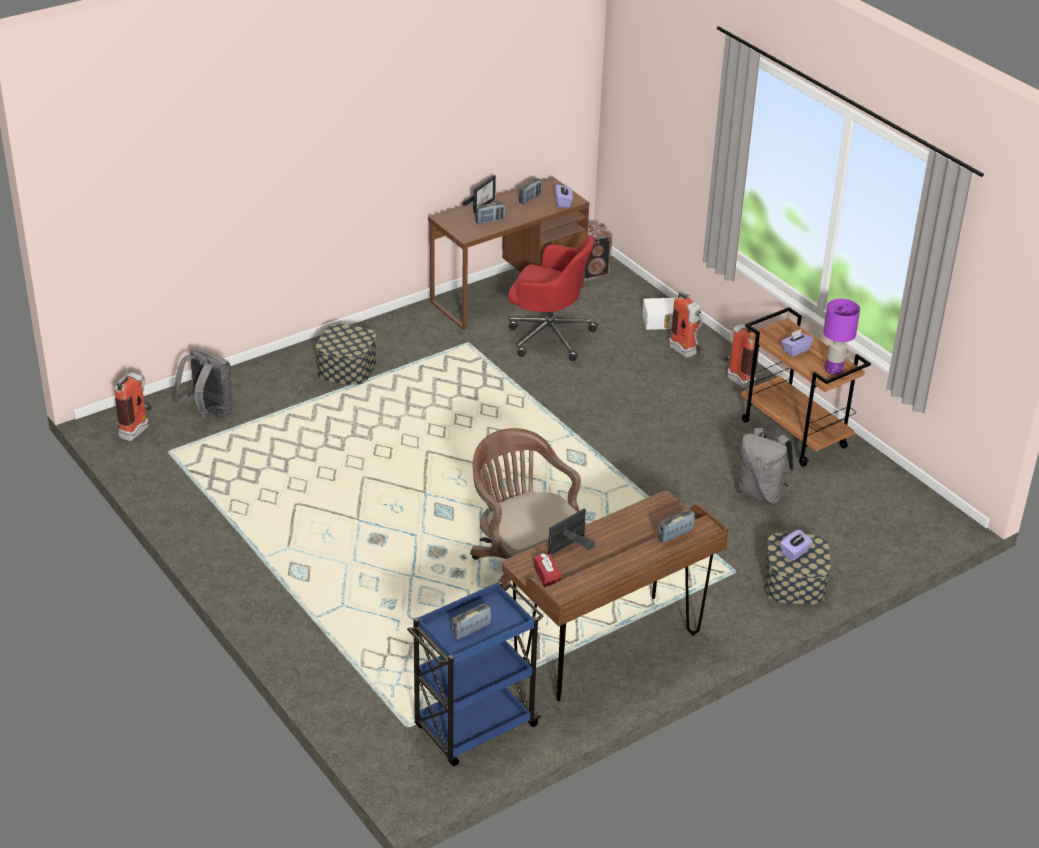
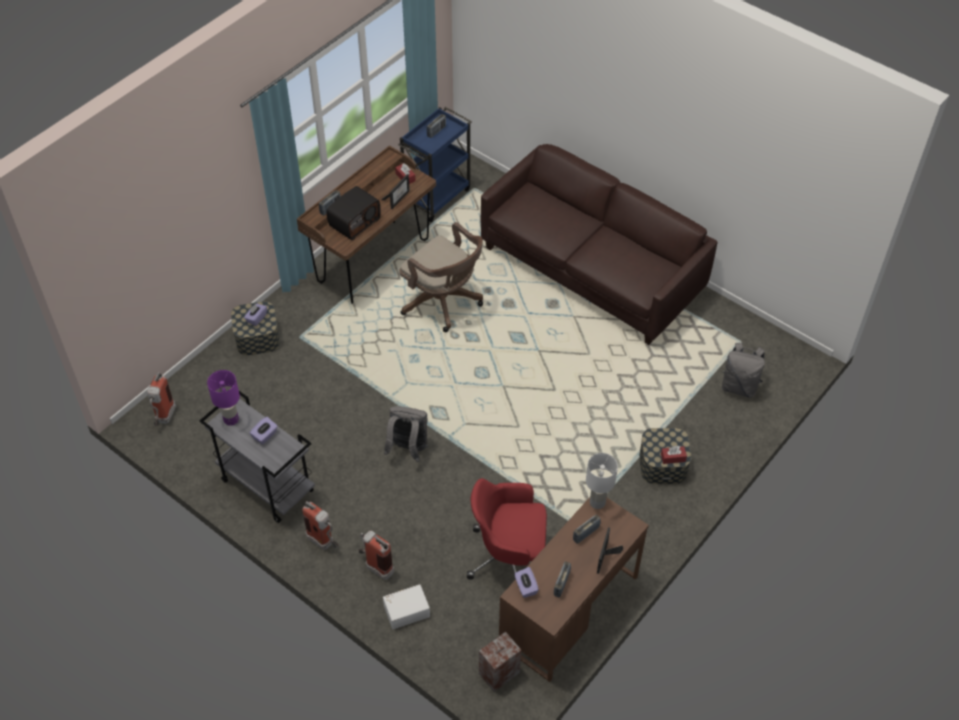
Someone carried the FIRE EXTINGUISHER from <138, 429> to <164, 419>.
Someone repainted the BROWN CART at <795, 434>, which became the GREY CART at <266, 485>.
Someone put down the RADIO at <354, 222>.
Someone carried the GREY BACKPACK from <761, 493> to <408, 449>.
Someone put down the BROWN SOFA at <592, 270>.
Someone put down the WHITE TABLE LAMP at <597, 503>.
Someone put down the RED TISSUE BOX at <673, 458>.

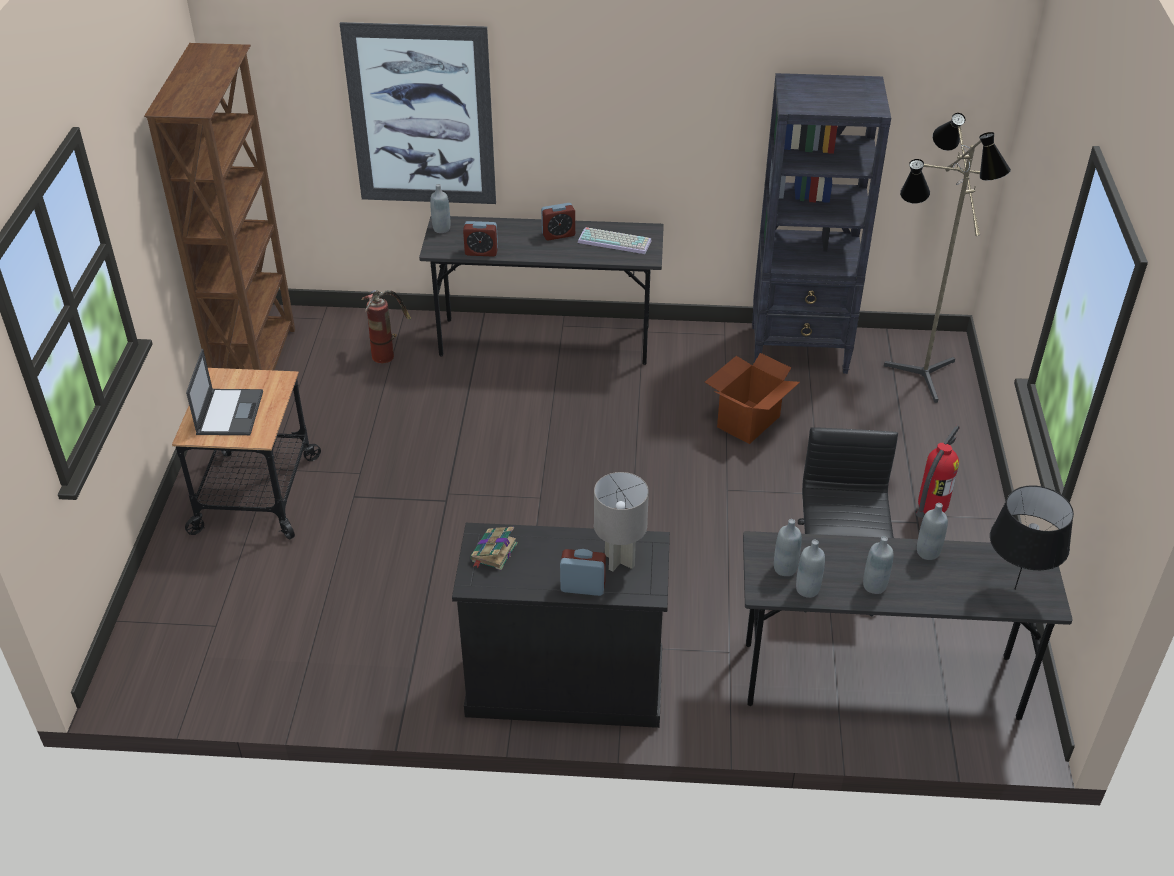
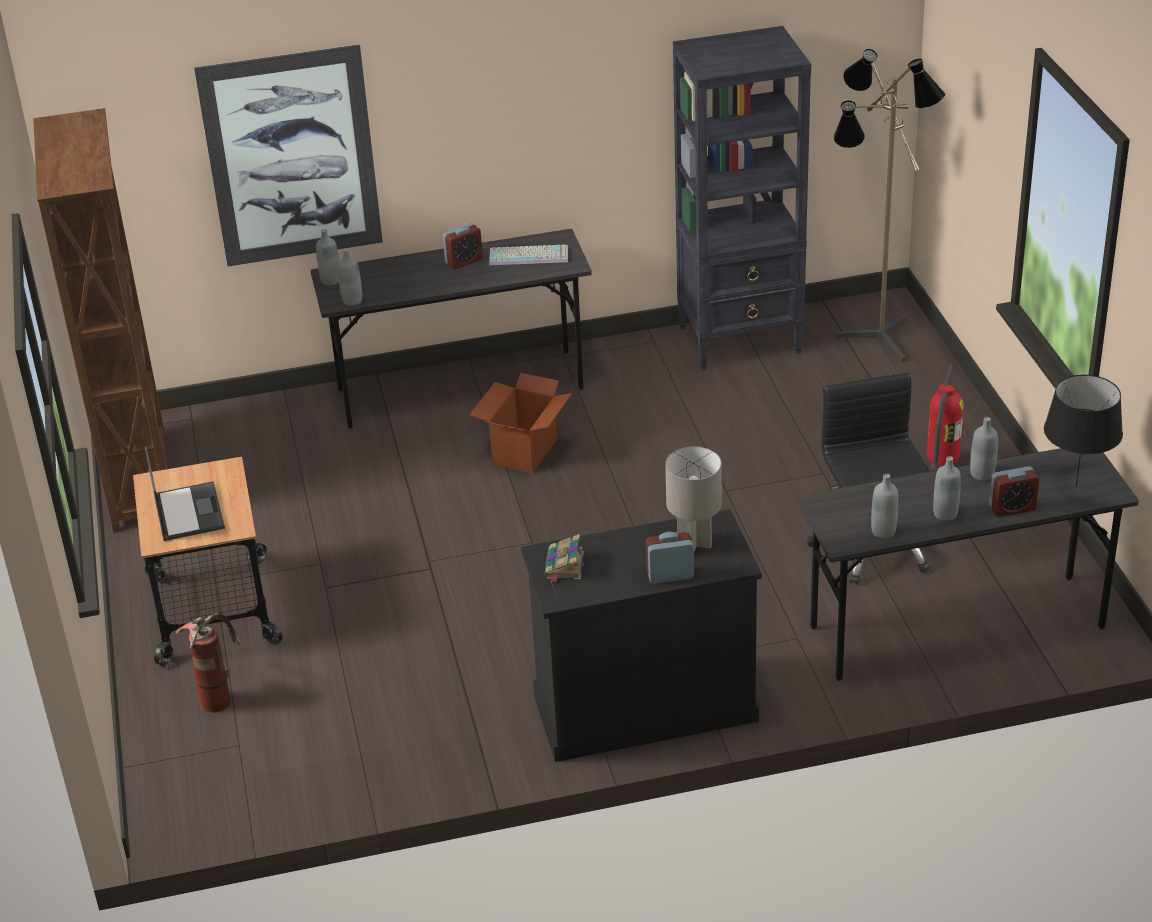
Someone carried the FIRE EXTINGUISHER from <387, 351> to <218, 693>.
Someone carried the GREY BOTTLE from <785, 568> to <352, 300>.
Someone carried the CARDBOARD BOX from <747, 421> to <524, 451>.
Someone carried the ALARM CLOCK from <481, 252> to <1012, 508>.

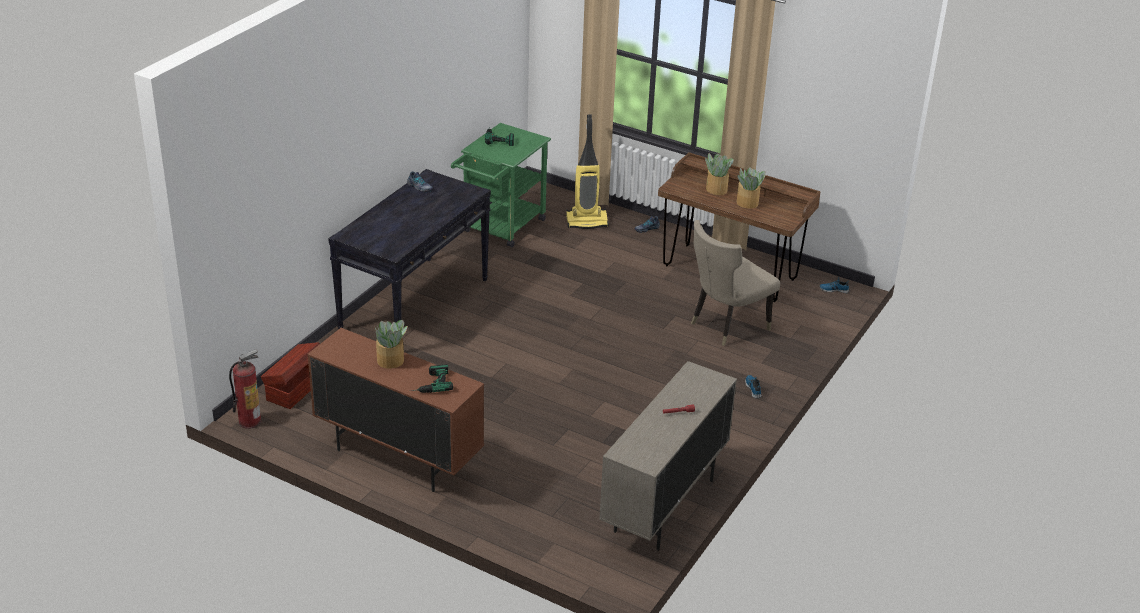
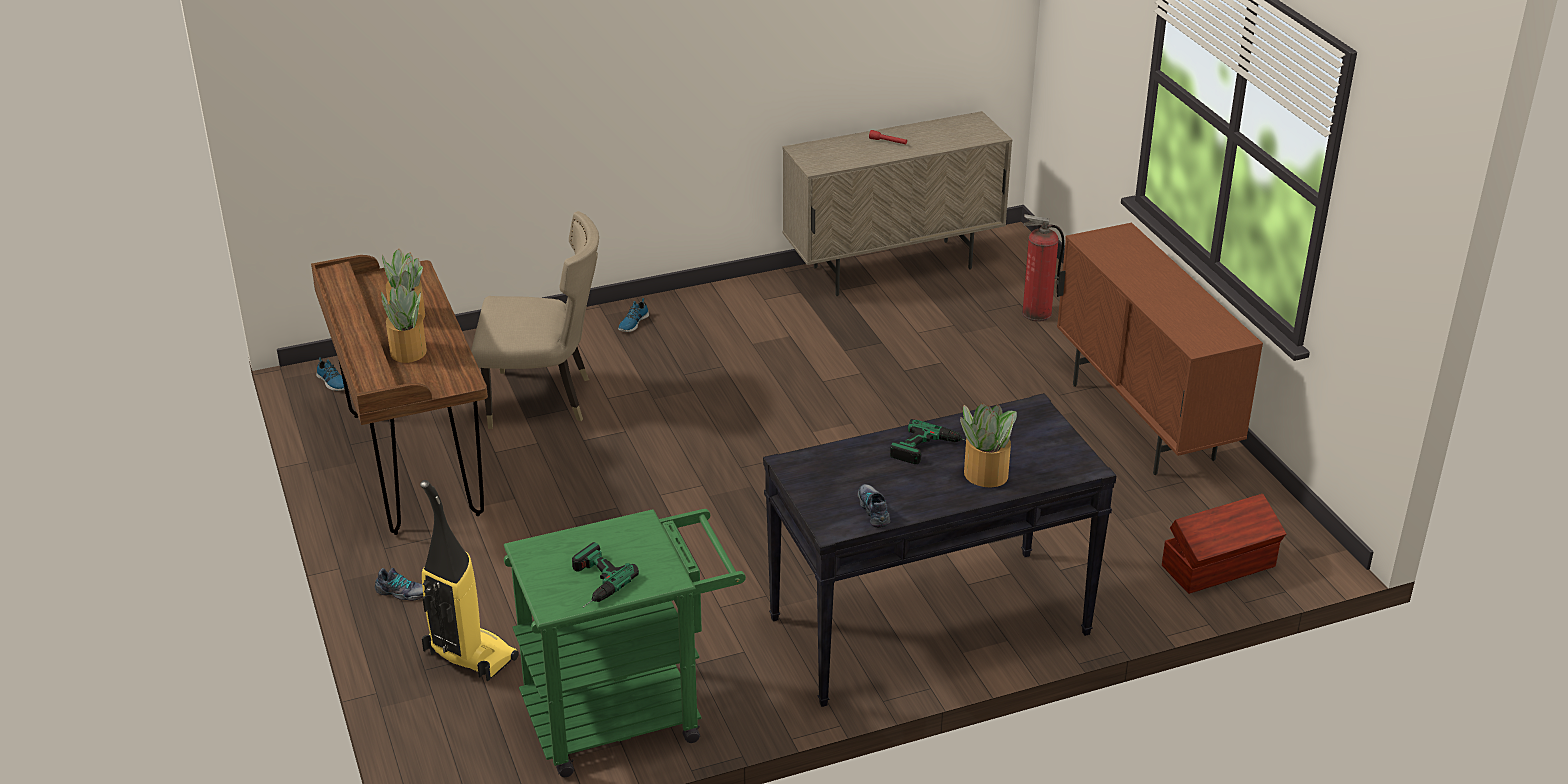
Someone carried the POWER DRILL from <429, 383> to <932, 450>.
Someone carried the POTTED PLANT from <391, 361> to <985, 474>.
Someone carried the FIRE EXTINGUISHER from <250, 421> to <1036, 313>.

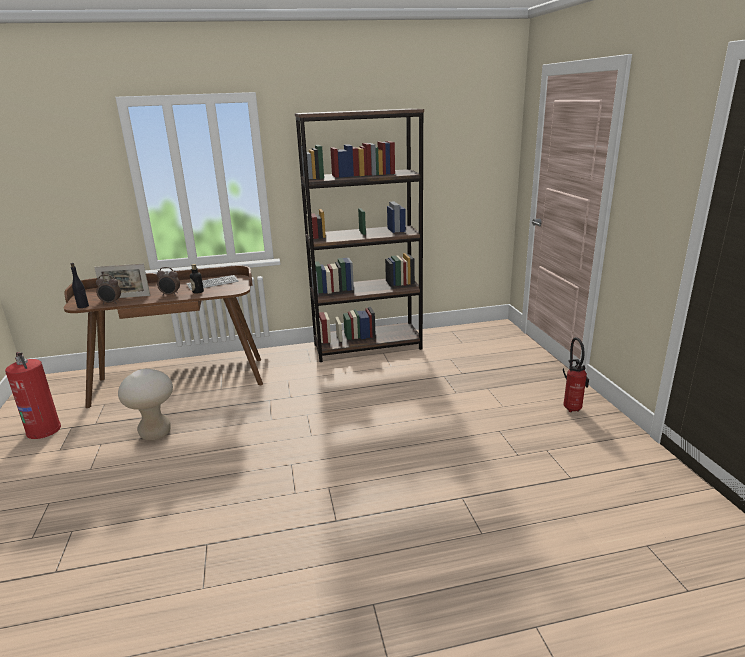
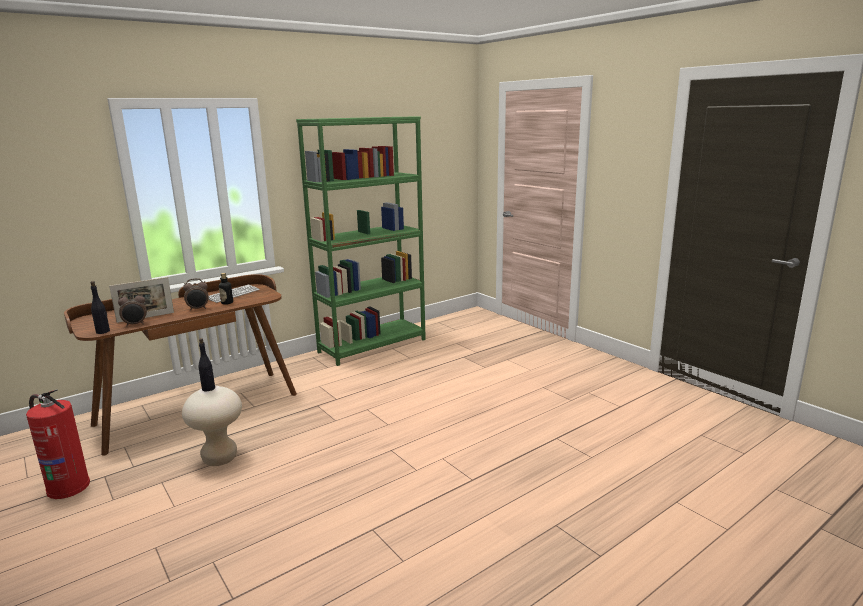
Someone put down the BLACK BOTTLE at <208, 388>.
Someone repainted the BROWN BOOKCASE at <367, 346>, which became the GREEN BOOKCASE at <372, 345>.
Someone took away the FIRE EXTINGUISHER at <572, 407>.

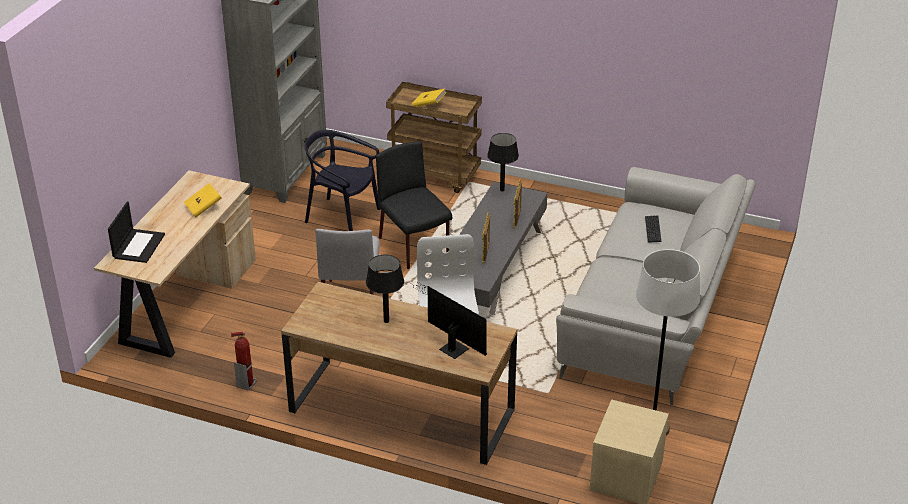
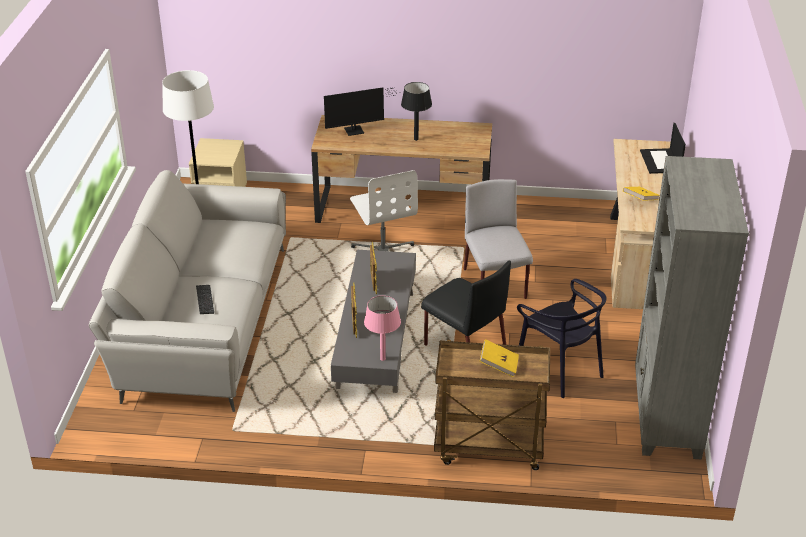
Someone rotated the MONITOR at <452, 347> by 45 degrees counterclockwise.
Someone repainted the BLACK TABLE LAMP at <502, 190>, which became the PINK TABLE LAMP at <383, 358>.
Someone rotated the BLACK CHAIR at <342, 217> by 45 degrees clockwise.
Someone took away the FIRE EXTINGUISHER at <246, 384>.

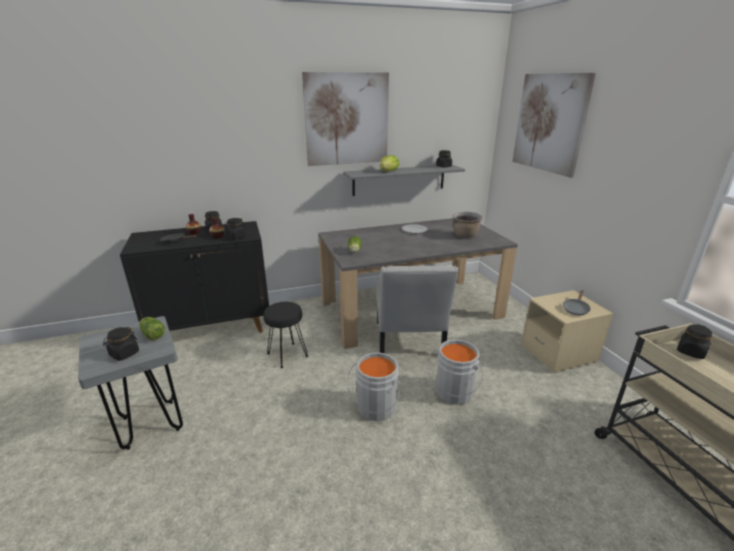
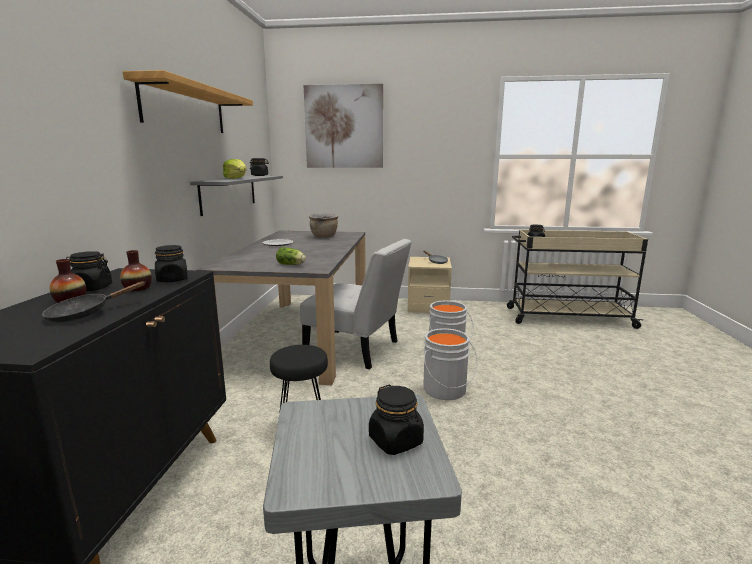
Someone swapped the PICTURE at <347, 119> for the SHELF at <185, 108>.
Someone took away the LETTUCE at <152, 334>.

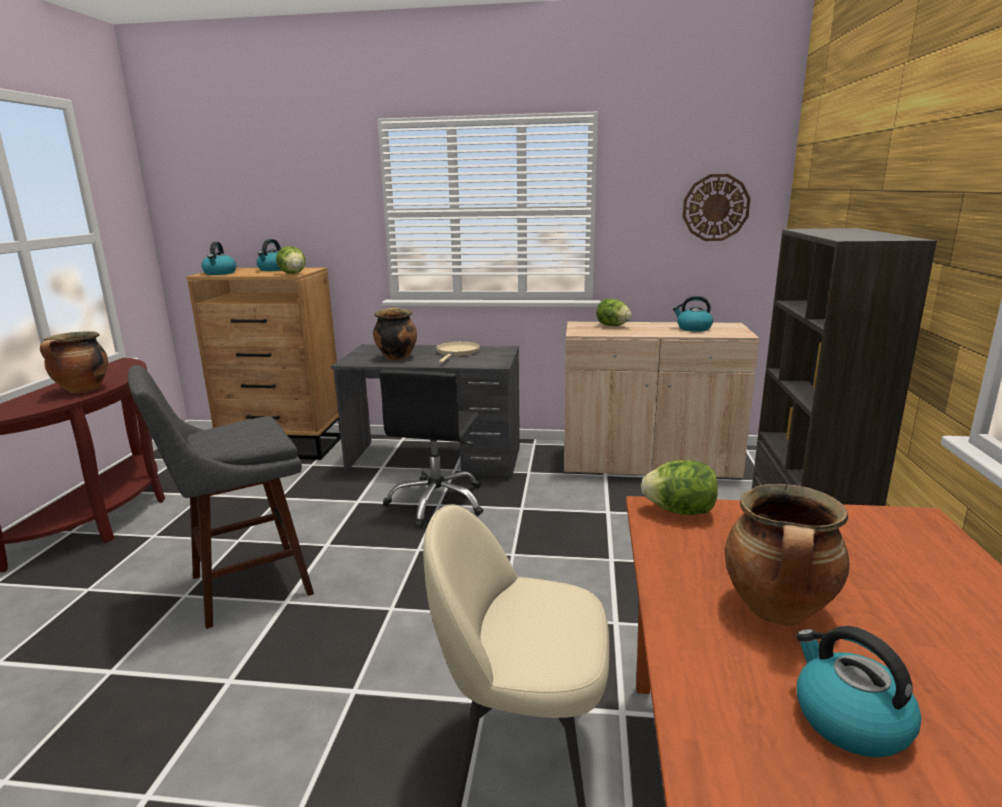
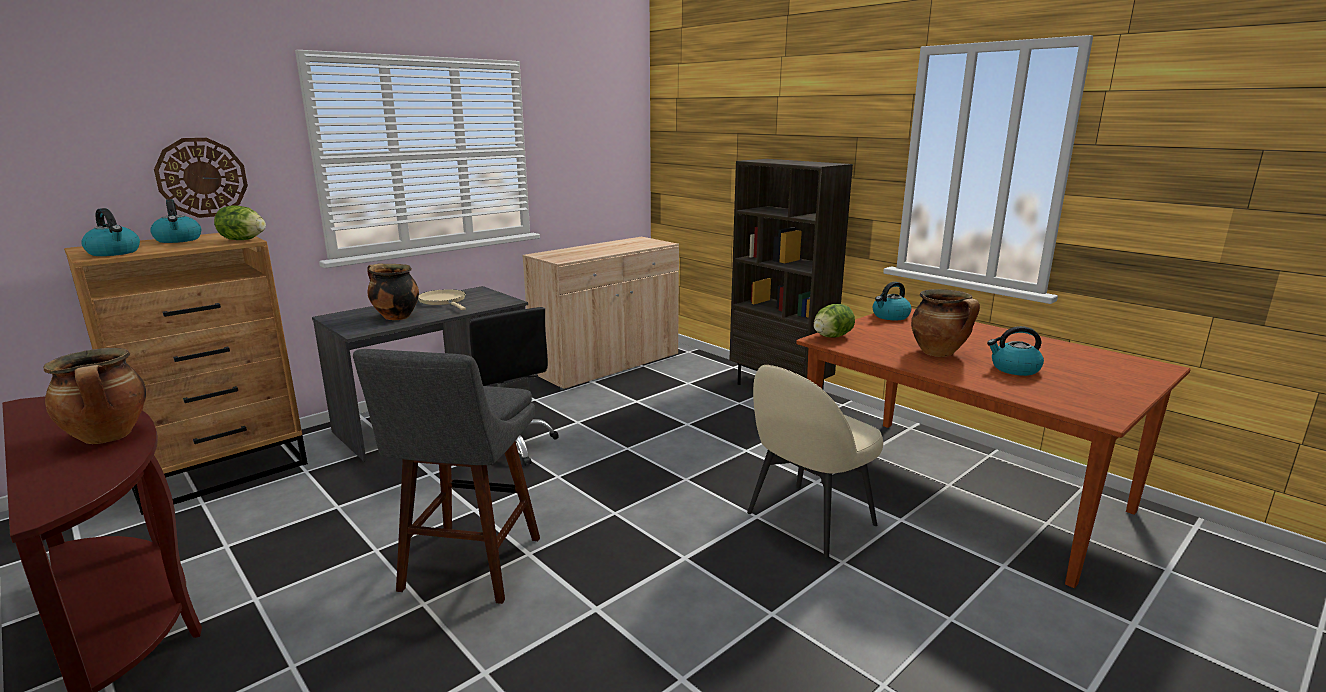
Someone carried the WALL CLOCK from <715, 208> to <202, 177>.
Someone carried the KETTLE from <693, 328> to <890, 316>.
Someone took away the LETTUCE at <613, 326>.

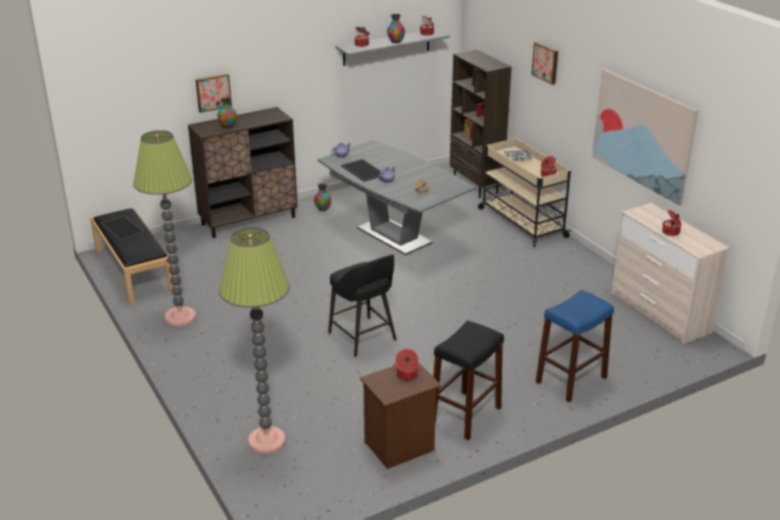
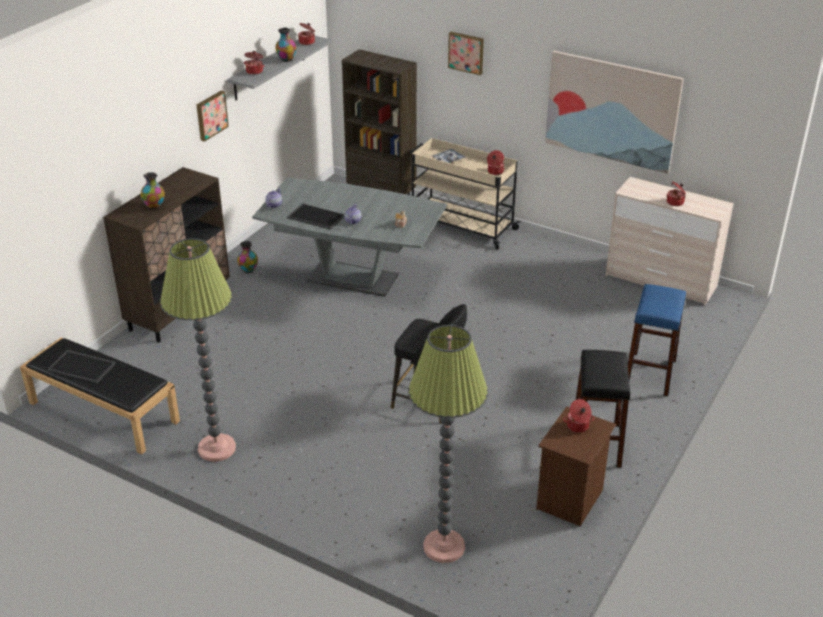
Someone carried the PICTURE from <213, 92> to <210, 115>.

